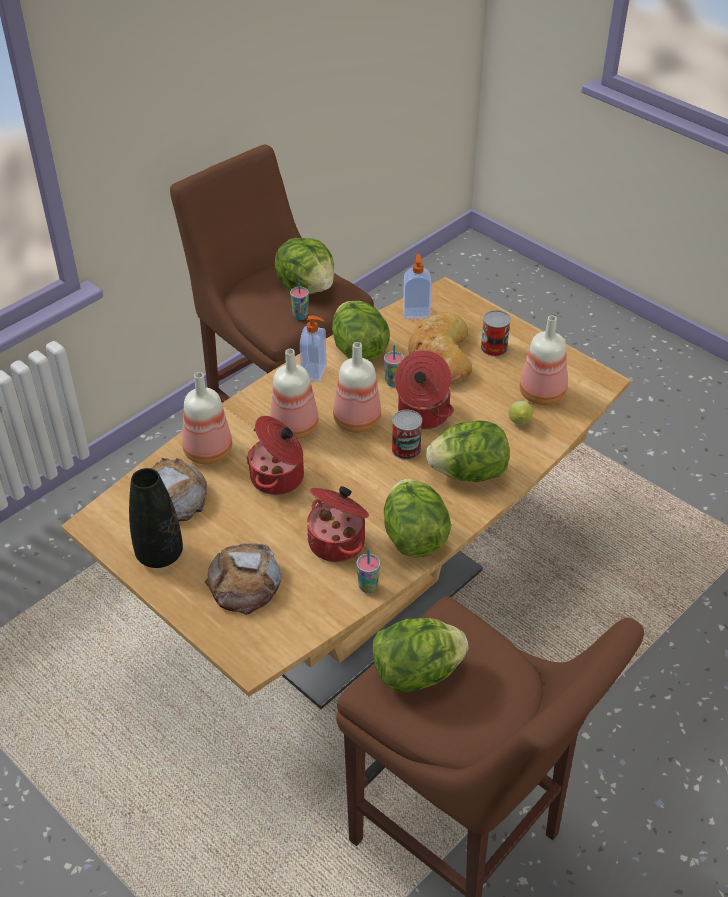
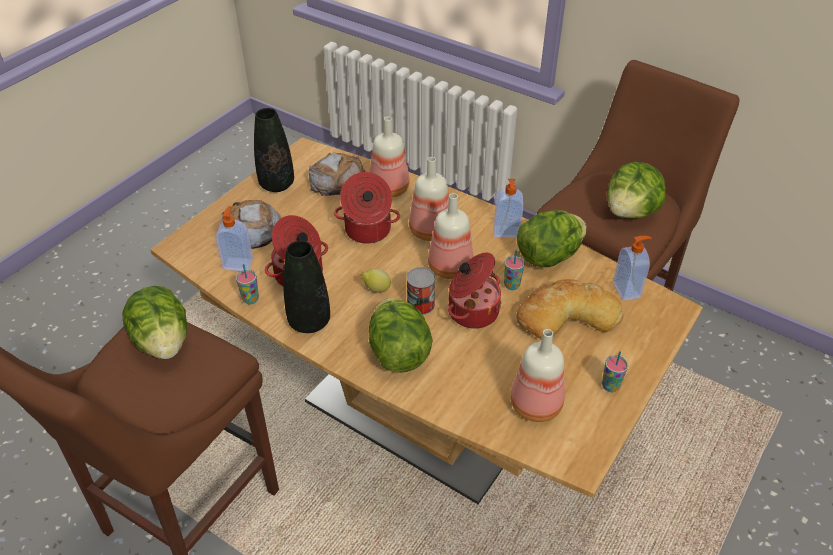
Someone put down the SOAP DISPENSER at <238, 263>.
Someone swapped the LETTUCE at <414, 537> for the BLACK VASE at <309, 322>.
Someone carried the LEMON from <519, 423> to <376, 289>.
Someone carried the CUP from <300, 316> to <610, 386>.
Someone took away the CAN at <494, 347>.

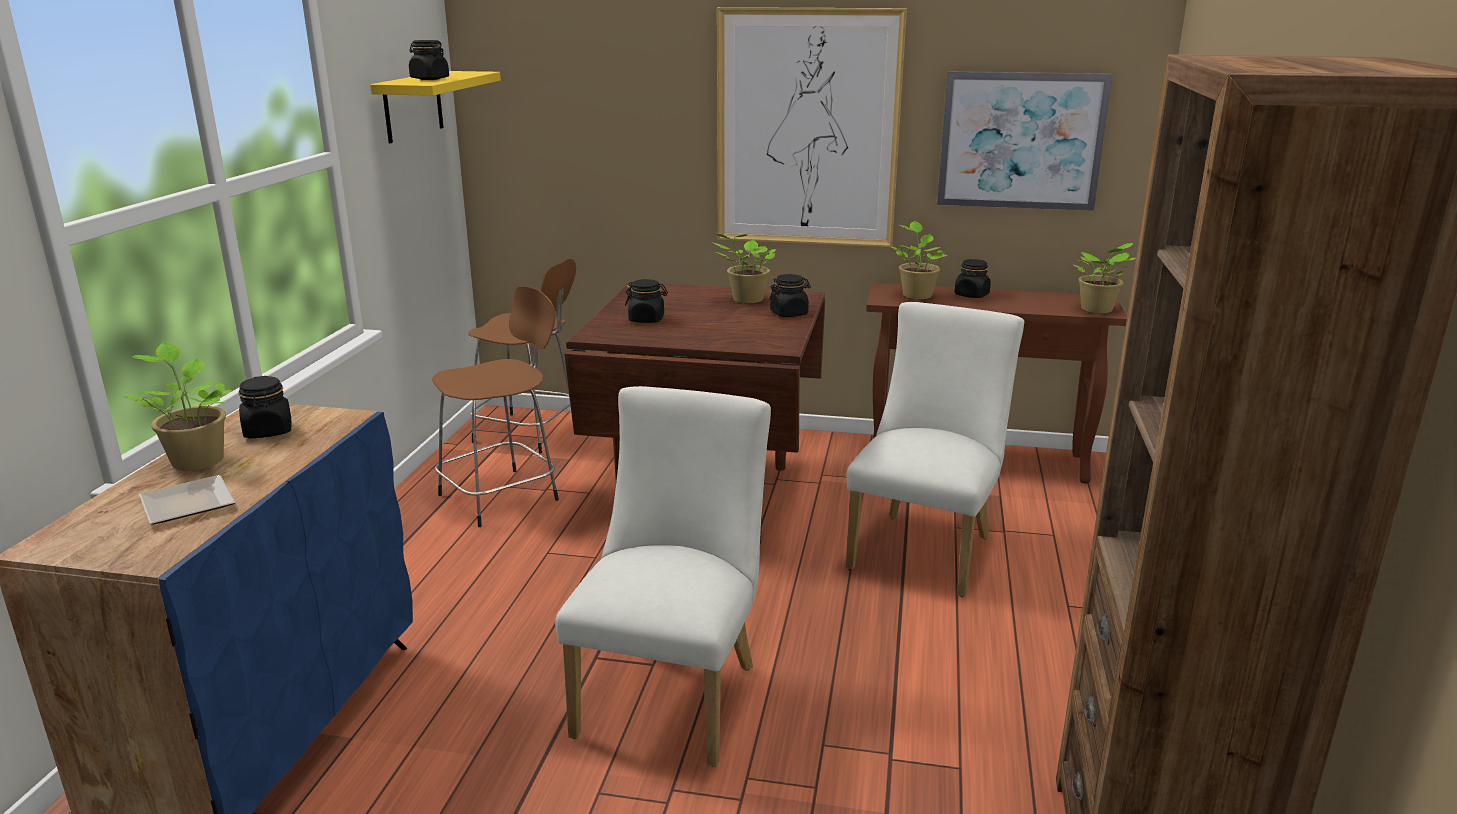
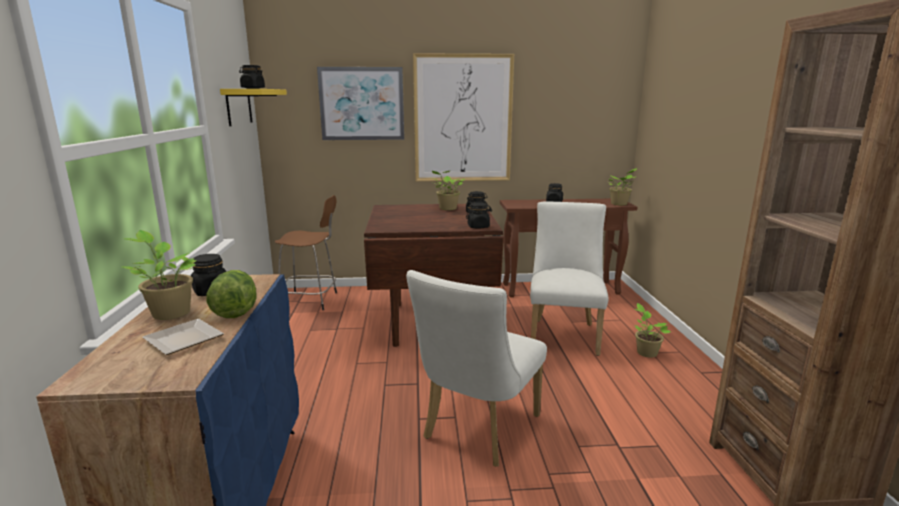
Someone put down the LETTUCE at <235, 310>.
Someone carried the PICTURE from <1021, 141> to <362, 104>.
Someone rotated the WHITE CHAIR at <674, 692> by 150 degrees counterclockwise.
Someone carried the BLACK JAR from <647, 319> to <478, 227>.
Someone carried the POTTED PLANT from <916, 295> to <645, 352>.
Someone took away the BROWN STOOL at <502, 496>.

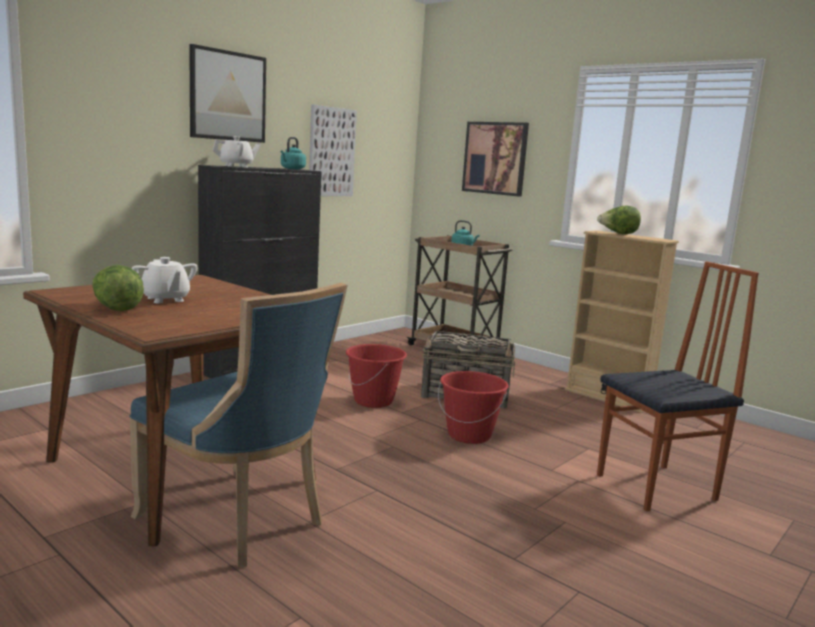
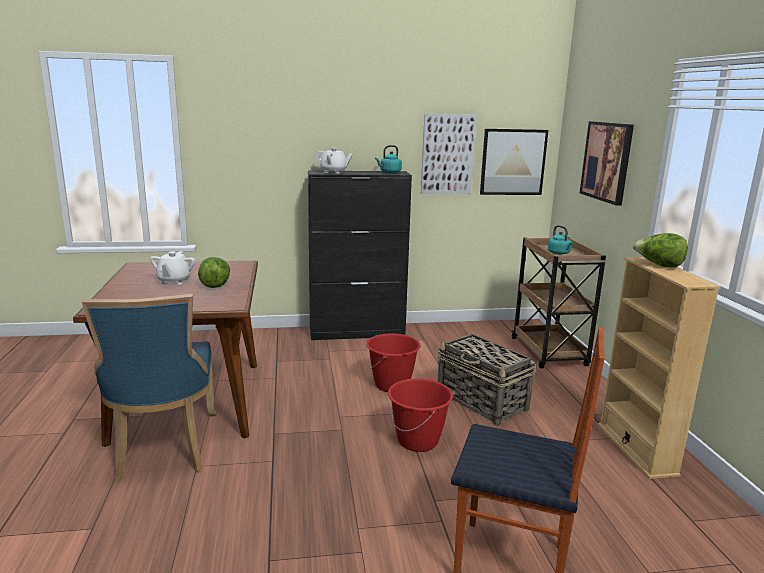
Someone carried the LETTUCE from <116, 309> to <215, 285>.
Someone carried the PICTURE from <228, 96> to <513, 162>.

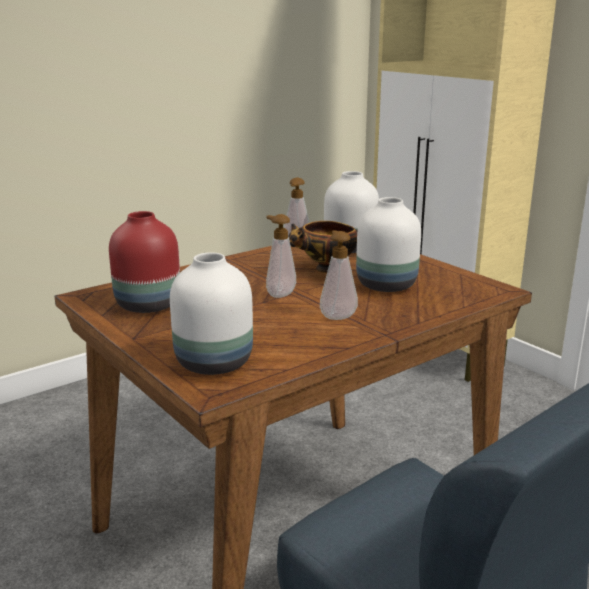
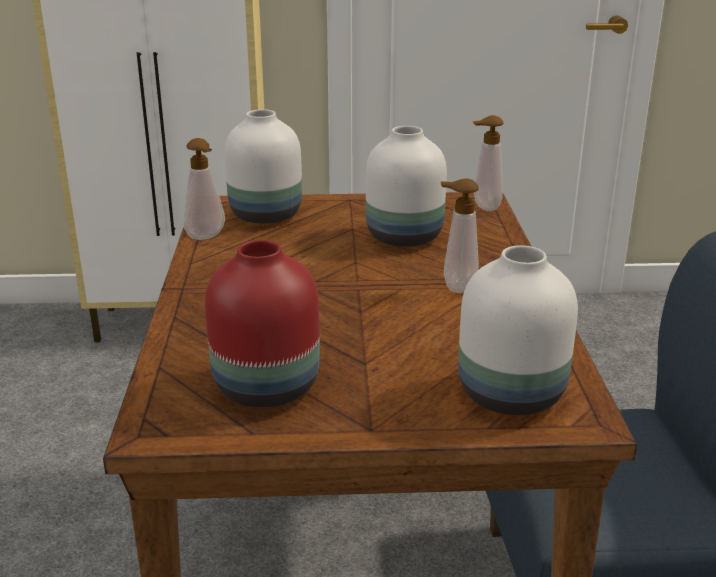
Someone carried the SOAP DISPENSER from <279, 294> to <483, 207>.
Someone took away the BOWL at <326, 269>.

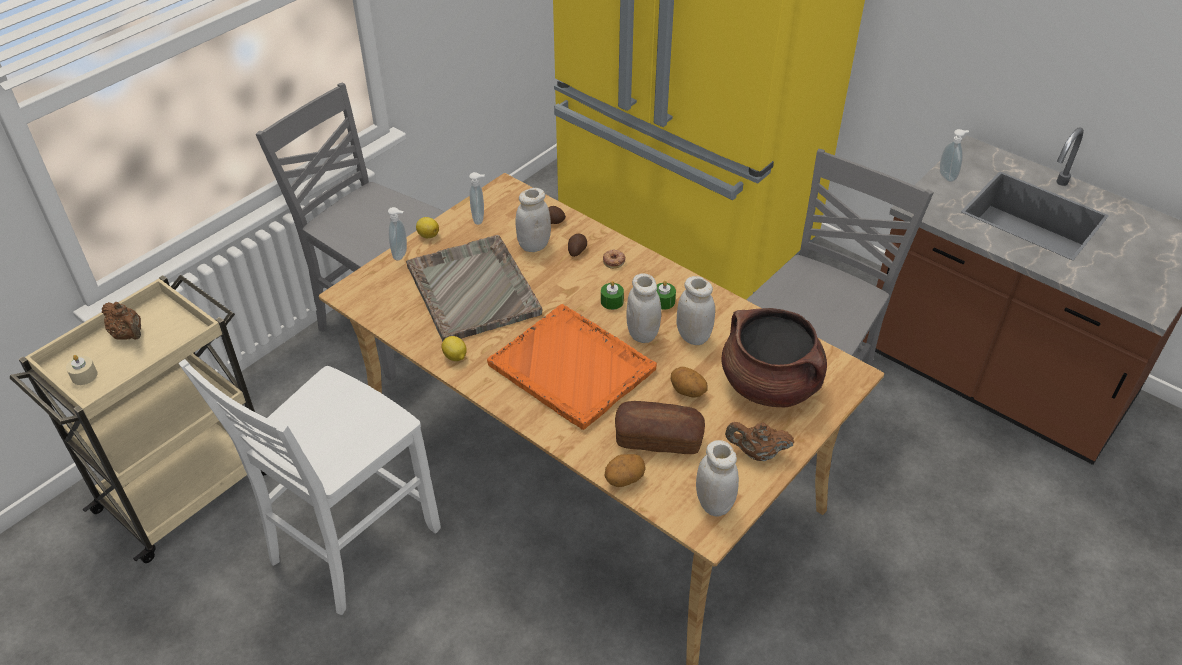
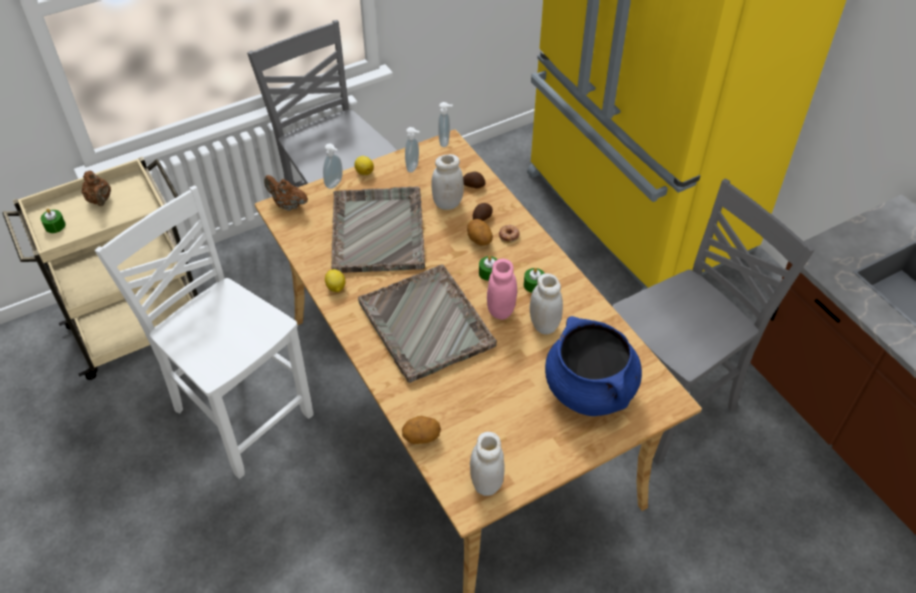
Someone repainted the BEIGE CANDLE at <84, 376>, which became the GREEN CANDLE at <55, 226>.
Someone rotated the WHITE CHAIR at <350, 545> by 75 degrees clockwise.
Someone carried the BROWN TEAPOT from <757, 453> to <287, 205>.
Someone repainted the ORANGE TRAY at <573, 368>, which became the GREY TRAY at <426, 325>.
Someone carried the SOAP DISPENSER from <948, 176> to <445, 142>.
Someone carried the POTATO from <687, 392> to <479, 240>.
Someone repainted the WHITE JAR at <642, 334>, which became the PINK JAR at <501, 310>.
Someone repainted the BROWN COOKING POT at <770, 385>, which became the BLUE COOKING POT at <590, 389>.
Someone took away the BREAD at <658, 439>.

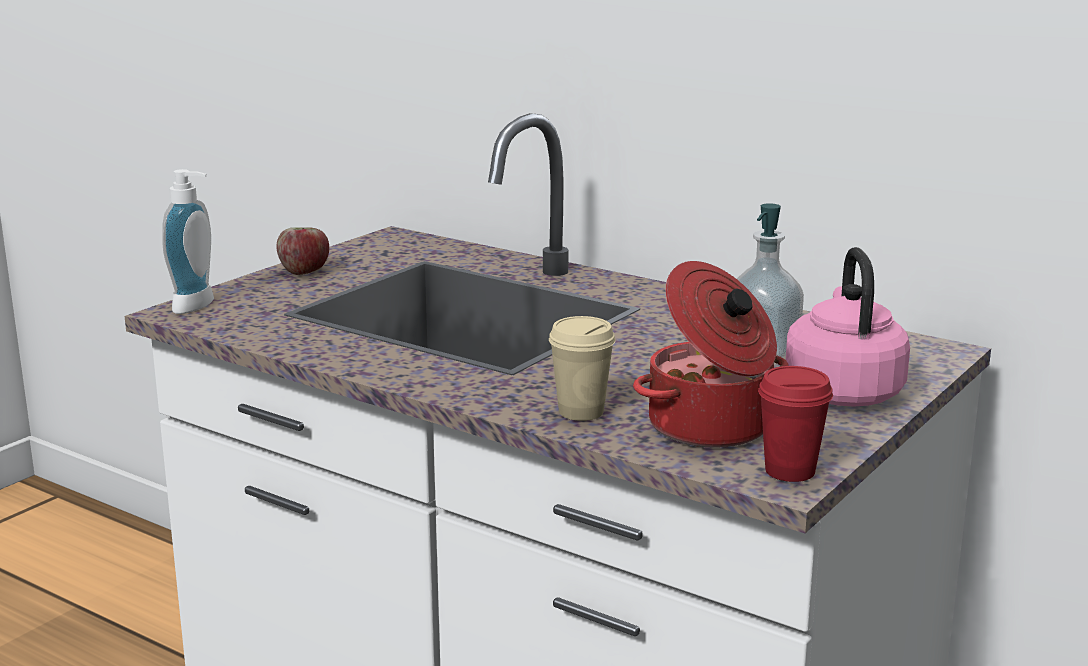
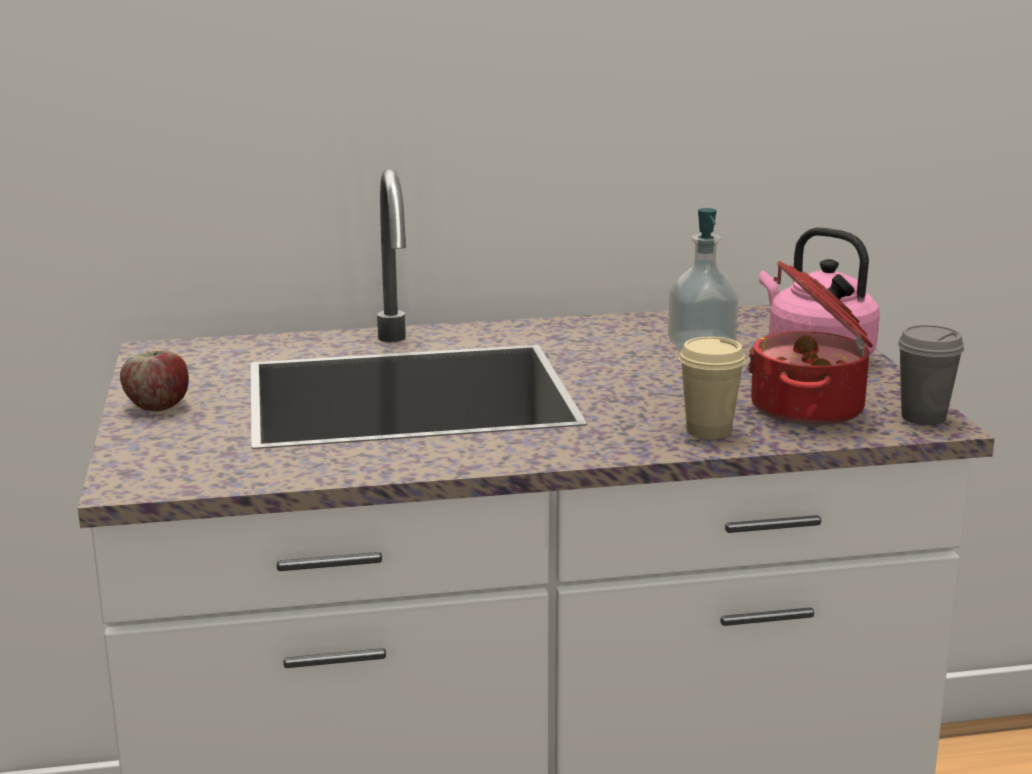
Someone repainted the RED CUP at <790, 471>, which became the GREY CUP at <923, 417>.
Someone took away the SOAP DISPENSER at <199, 306>.

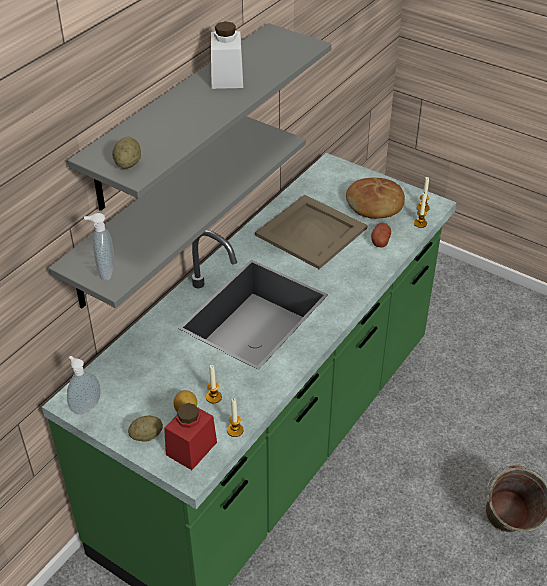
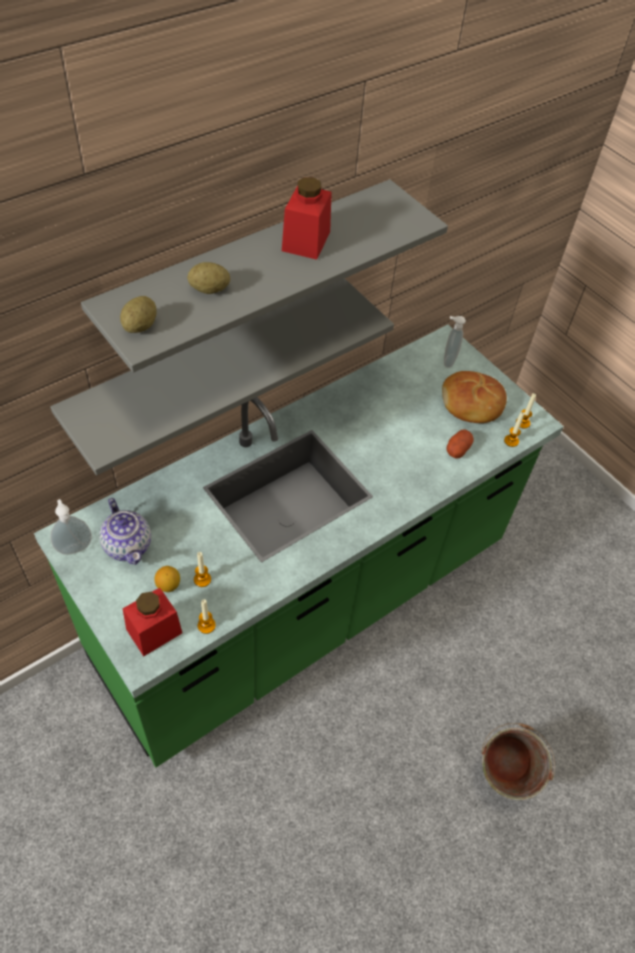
Someone put down the TEAPOT at <129, 546>.
Someone carried the POTATO from <146, 436> to <209, 289>.
Someone repainted the WHITE JAR at <227, 78>, which became the RED JAR at <306, 241>.
Someone carried the SOAP DISPENSER from <105, 272> to <447, 360>.
Someone took away the BEIGE TRAY at <311, 232>.

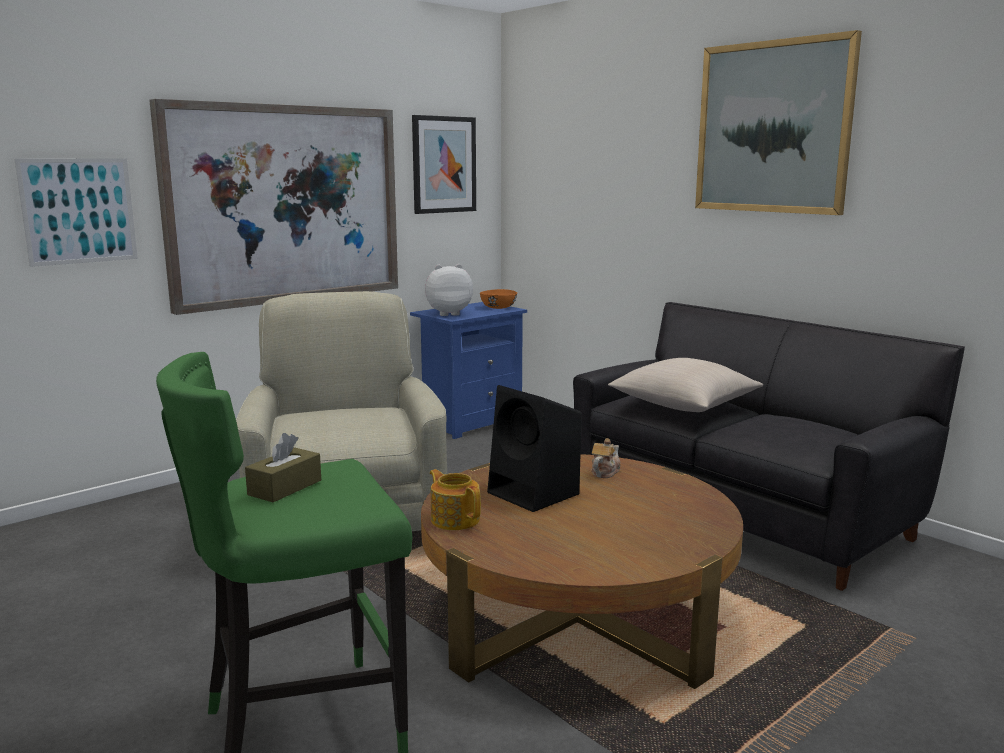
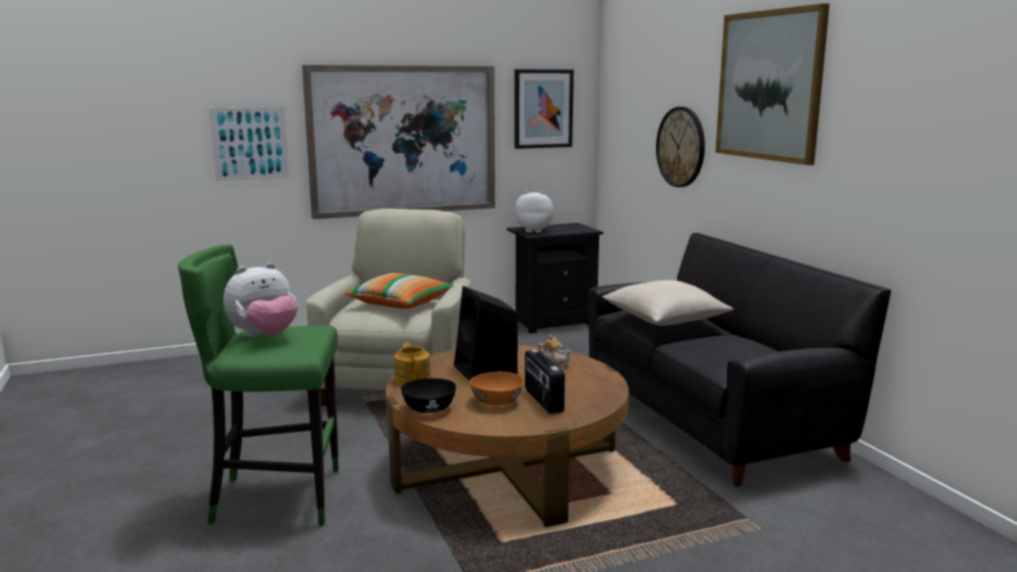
Someone swapped the BROWN TISSUE BOX at <285, 487> for the PLUSH TOY at <265, 336>.
Someone put down the PILLOW at <401, 304>.
Someone put down the BLACK BOWL at <428, 409>.
Someone carried the ORANGE BOWL from <498, 308> to <496, 402>.
Someone repainted the BLUE NIGHTSTAND at <470, 422>, which became the BLACK NIGHTSTAND at <553, 322>.
Someone put down the RADIO at <542, 400>.
Someone rotated the TEAPOT at <604, 472> by 75 degrees clockwise.
Someone put up the WALL CLOCK at <681, 147>.

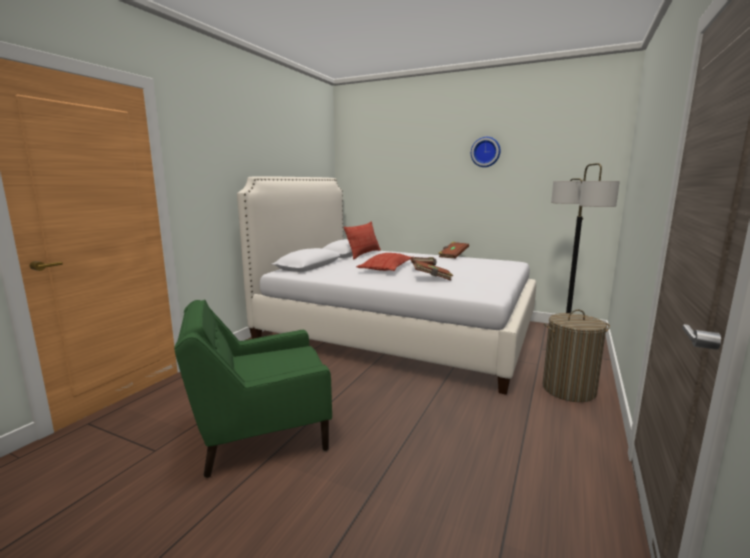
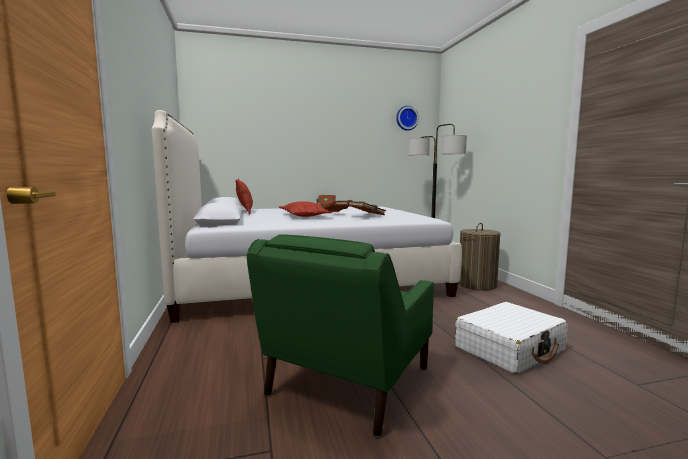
Someone carried the WALL CLOCK from <485, 152> to <406, 118>.
Someone put down the WHITE SUITCASE at <510, 349>.

